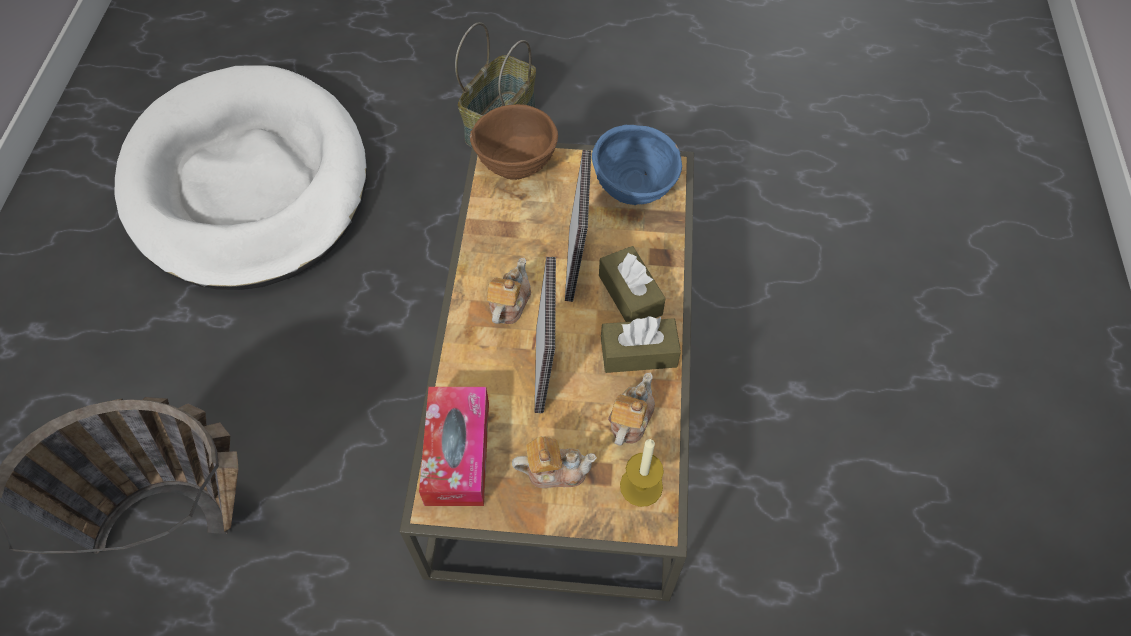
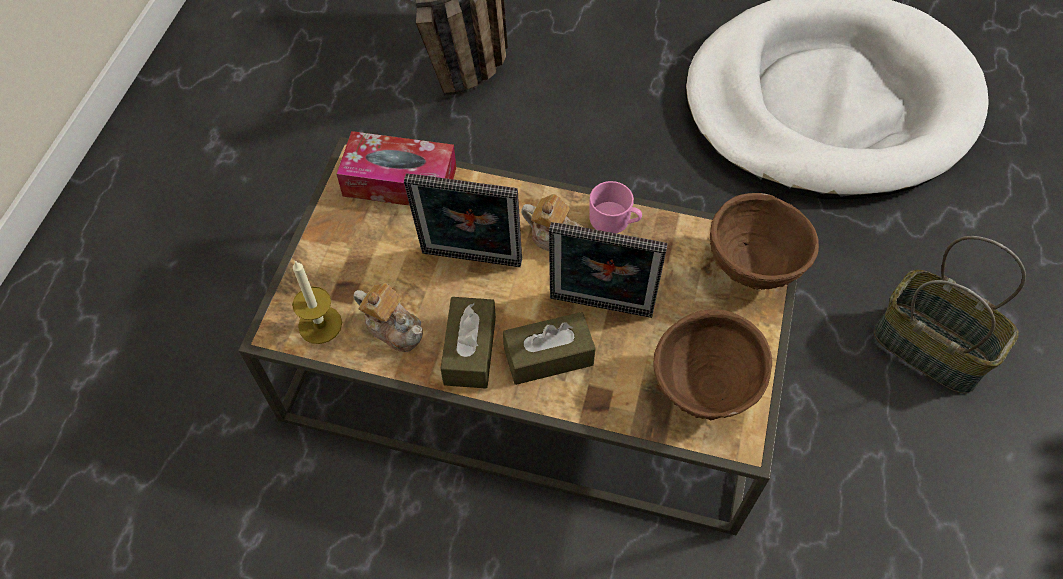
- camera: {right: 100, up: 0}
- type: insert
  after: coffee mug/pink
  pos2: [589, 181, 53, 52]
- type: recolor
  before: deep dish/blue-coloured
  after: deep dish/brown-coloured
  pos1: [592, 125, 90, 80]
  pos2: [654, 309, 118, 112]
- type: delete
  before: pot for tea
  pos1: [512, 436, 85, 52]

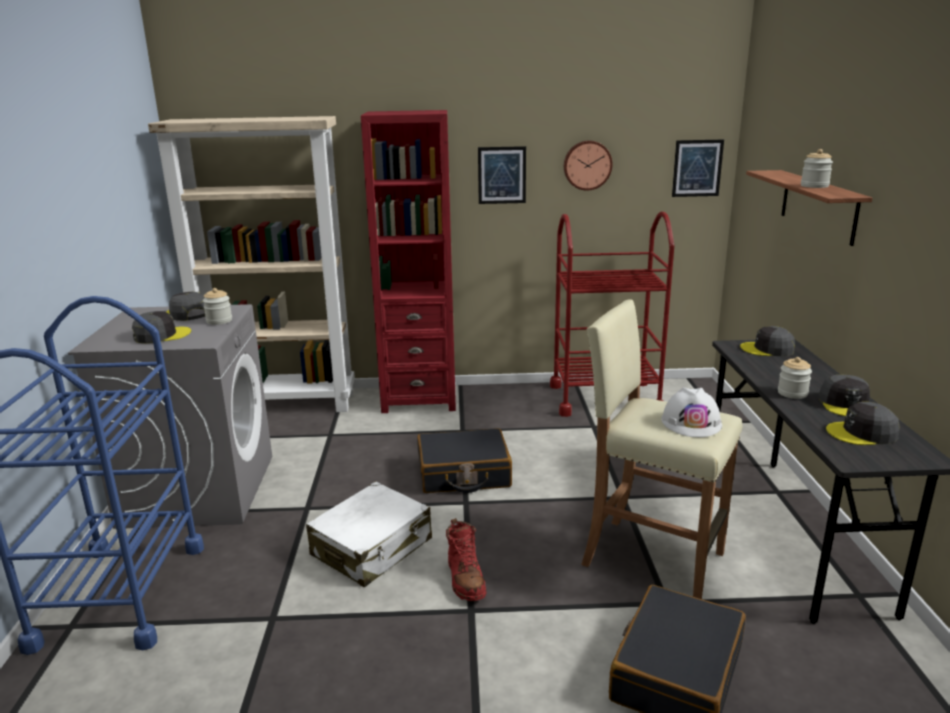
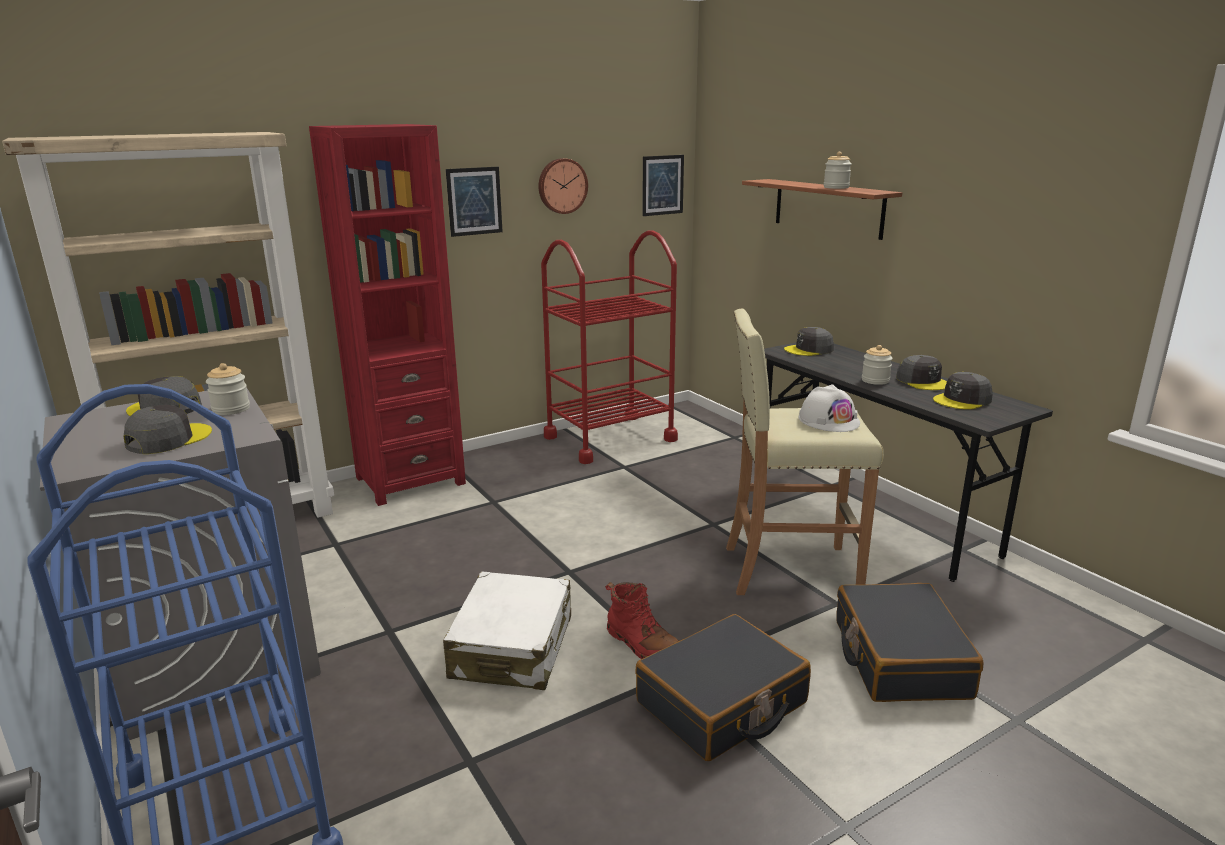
- camera: {right: -30, up: 0}
- type: move
  before: travel case/black
  pos1: [417, 428, 95, 65]
  pos2: [635, 614, 176, 147]

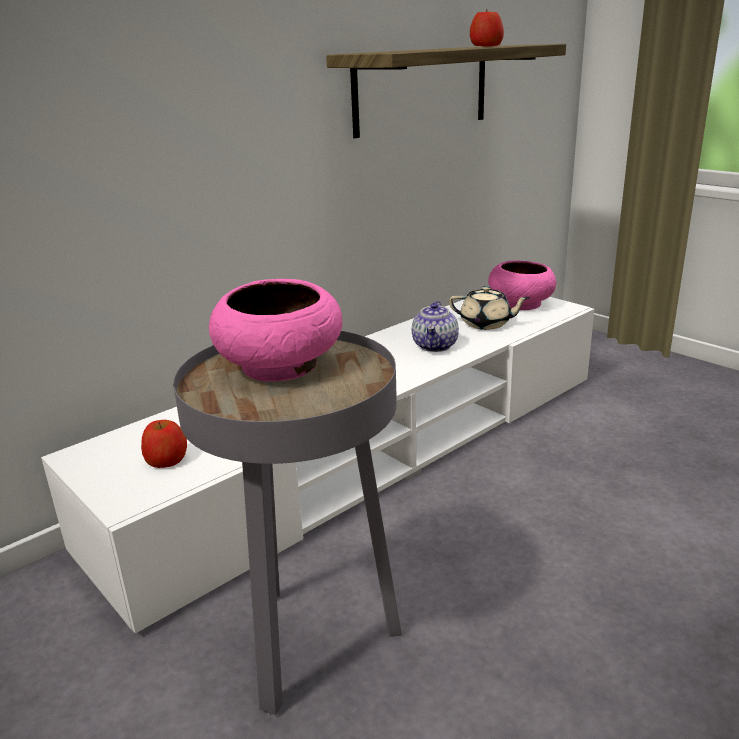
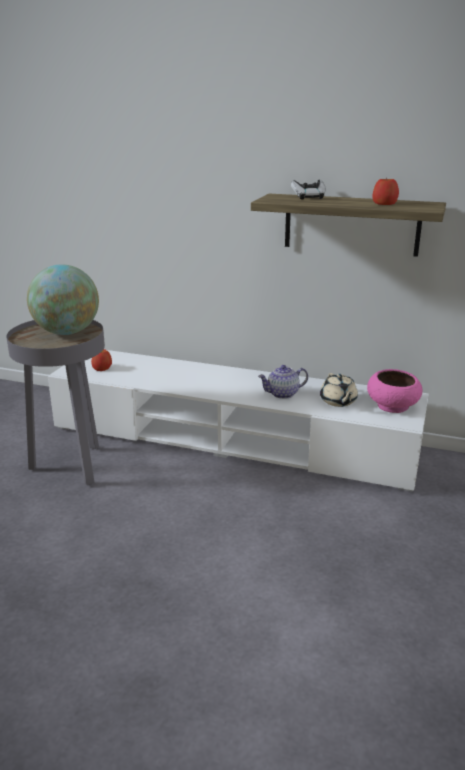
- camera: {right: 60, up: 0}
- type: replace
  before: deep dish/pink
  after: desk globe
  pos1: [209, 279, 133, 103]
  pos2: [27, 265, 72, 70]
- type: insert
  after: gamepad
  pos2: [291, 179, 34, 21]

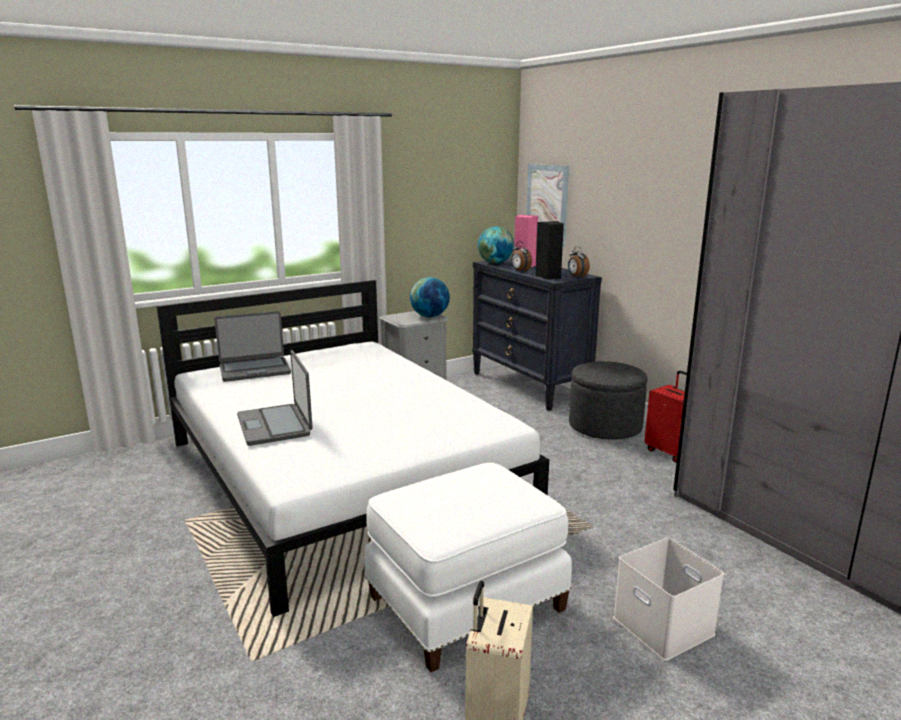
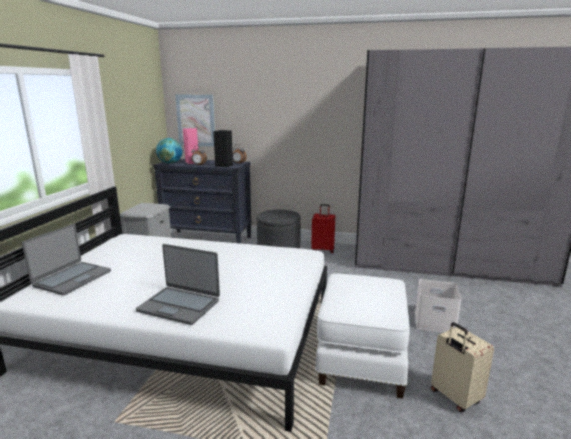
- camera: {right: -45, up: 0}
- type: delete
  before: desk globe
  pos1: [410, 277, 40, 40]

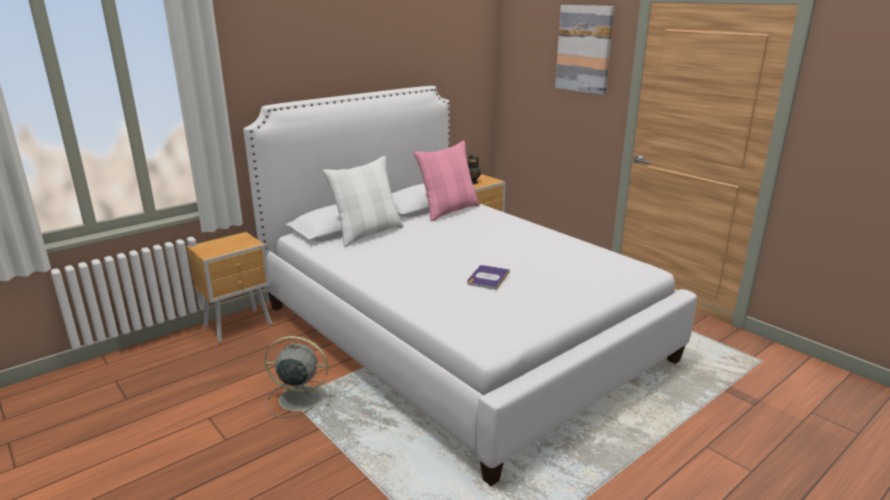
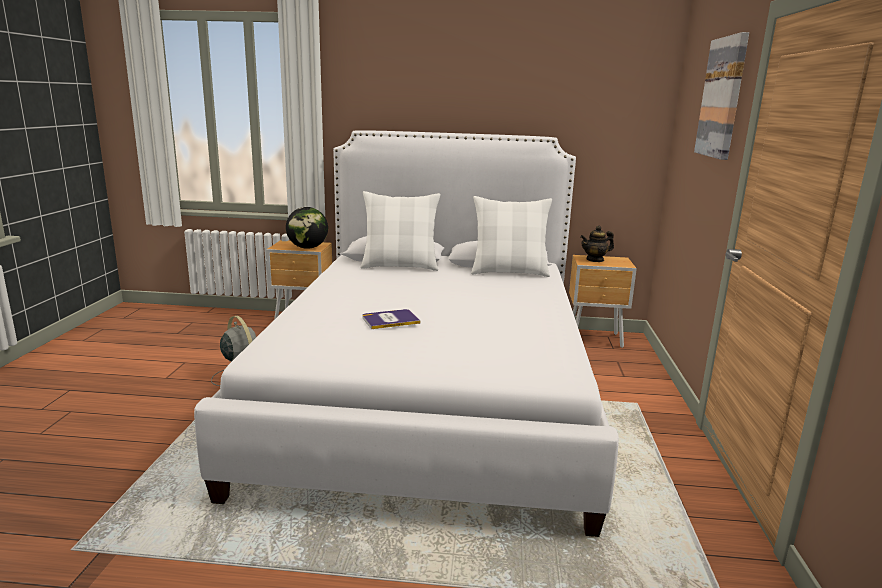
- camera: {right: 45, up: -5}
- type: insert
  after: desk globe
  pos2: [286, 207, 42, 42]
- type: recolor
  before: throw pillow/pink
  after: throw pillow/whitish
  pos1: [414, 141, 66, 81]
  pos2: [471, 196, 81, 81]

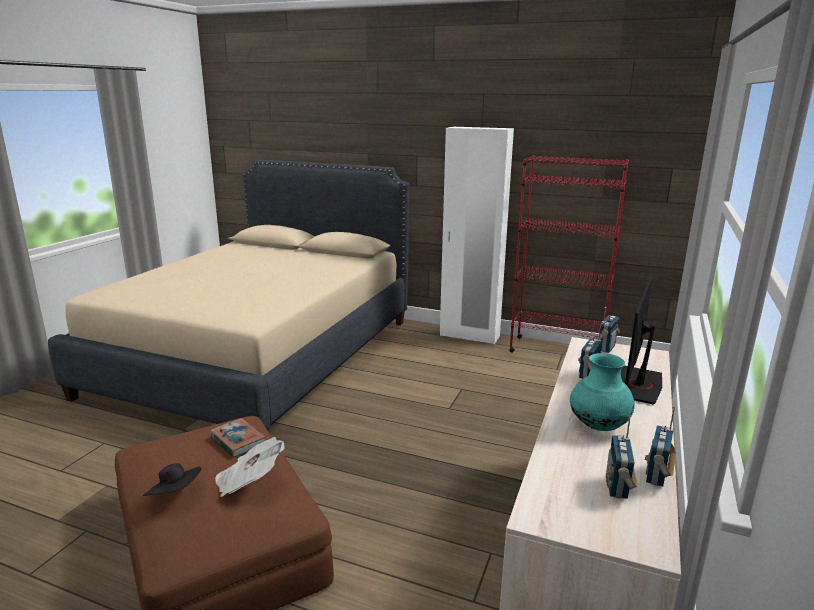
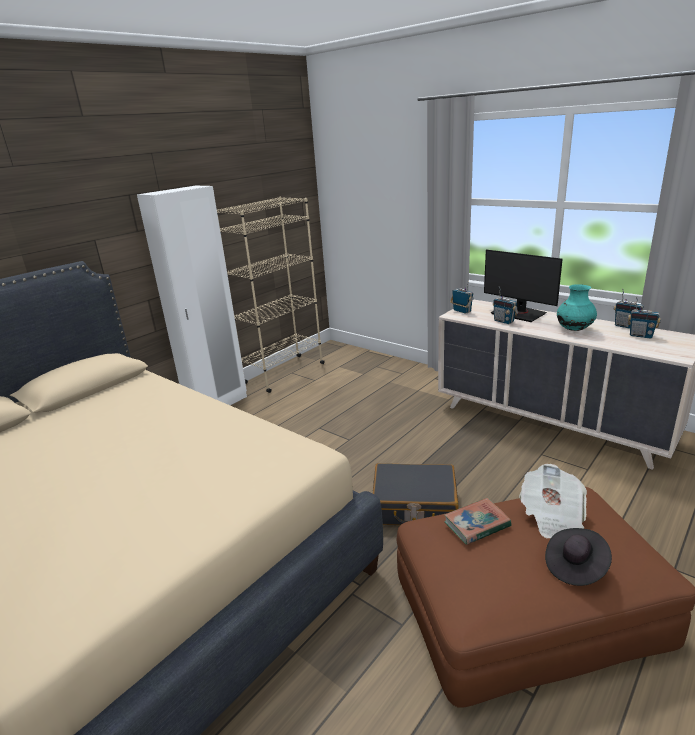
- camera: {right: -70, up: 5}
- type: recolor
  before: bookshelf/red-coloured
  after: bookshelf/sand-coloured
  pos1: [509, 155, 120, 198]
  pos2: [217, 197, 108, 196]
- type: insert
  after: travel case/black
  pos2: [373, 463, 85, 62]

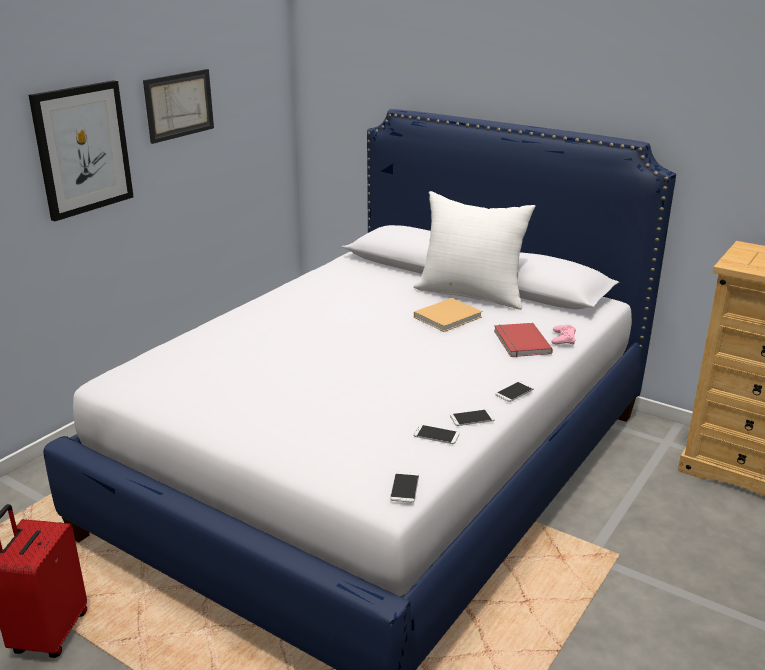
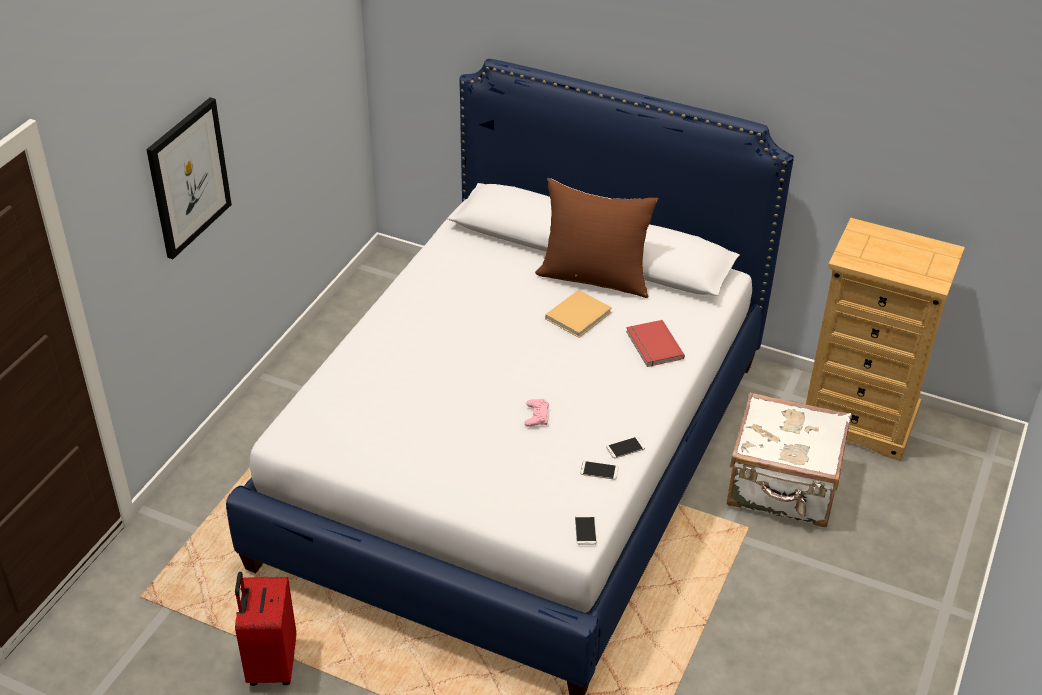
- camera: {right: -10, up: 15}
- type: move
  before: gamepad/pink
  pos1: [551, 325, 25, 20]
  pos2: [525, 399, 24, 28]
- type: recolor
  before: throw pillow/whitish
  after: throw pillow/brown-coloured
  pos1: [414, 191, 121, 119]
  pos2: [535, 178, 124, 120]
- type: insert
  after: travel case/whitish
  pos2: [727, 393, 124, 134]
- type: delete
  before: wall art
  pos1: [143, 69, 71, 75]
- type: delete
  before: phone
  pos1: [495, 381, 39, 21]

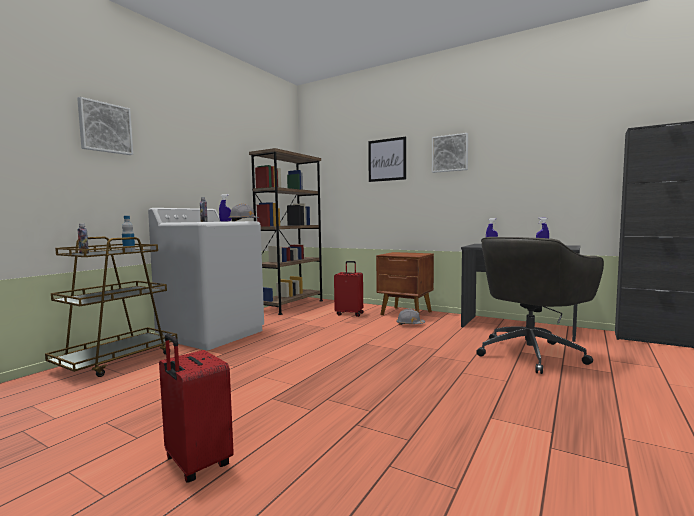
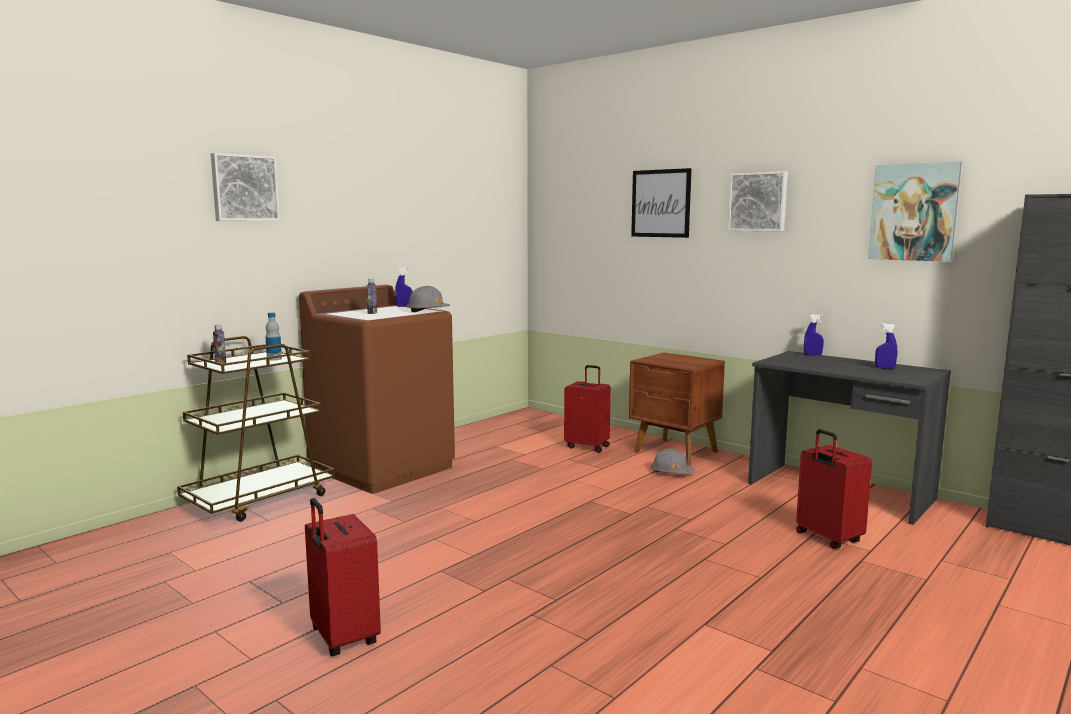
- camera: {right: 10, up: 5}
- type: recolor
  before: laundry machine/whitish
  after: laundry machine/brown-coloured
  pos1: [148, 208, 116, 142]
  pos2: [299, 285, 156, 209]
- type: replace
  before: computer chair/grey
  after: travel case/red-coloured
  pos1: [476, 237, 128, 137]
  pos2: [796, 429, 76, 120]
- type: insert
  after: wall art
  pos2: [868, 161, 94, 101]
- type: delete
  before: bookshelf/brown-coloured
  pos1: [249, 148, 74, 167]

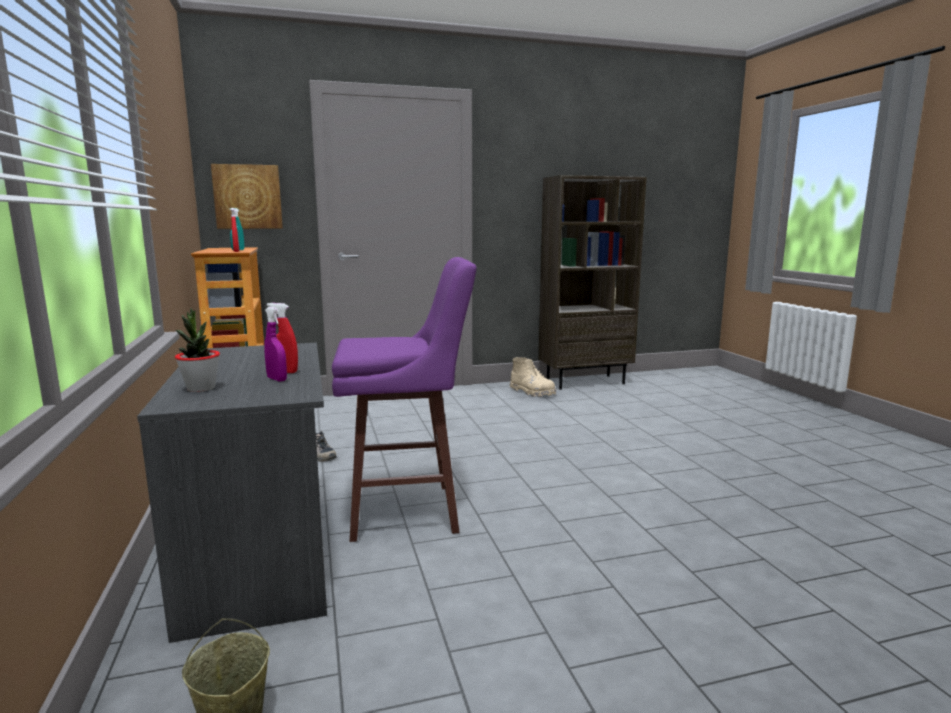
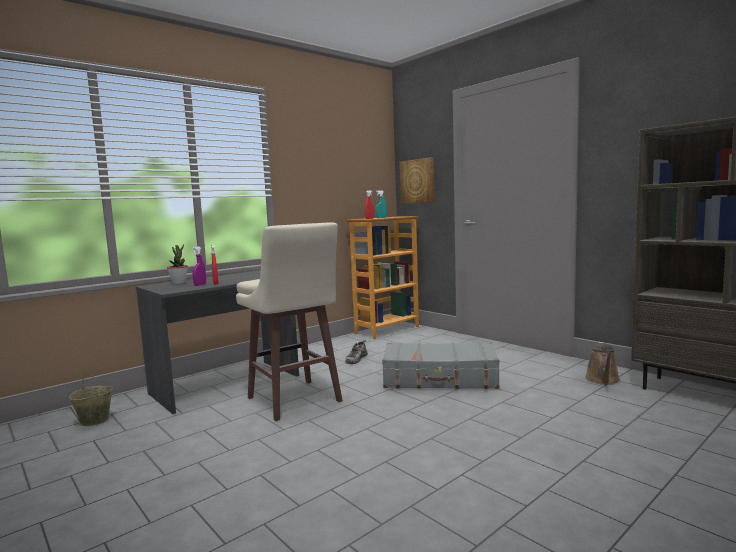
- camera: {right: 65, up: -5}
- type: recolor
  before: sitting stool/purplish
  after: sitting stool/sand-coloured
  pos1: [332, 257, 145, 285]
  pos2: [236, 222, 107, 199]
- type: insert
  after: travel case/grey
  pos2: [382, 342, 118, 47]
- type: replace
  before: boot/sand-coloured
  after: watering can/brown-coloured
  pos1: [509, 357, 47, 40]
  pos2: [585, 342, 35, 43]

